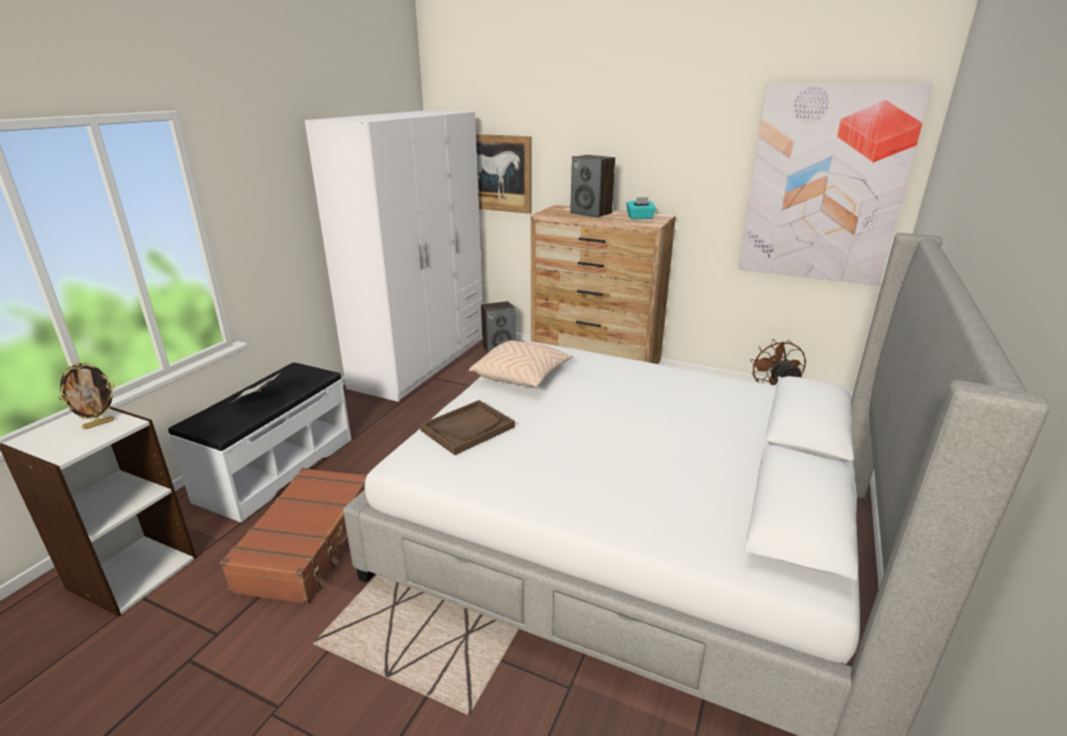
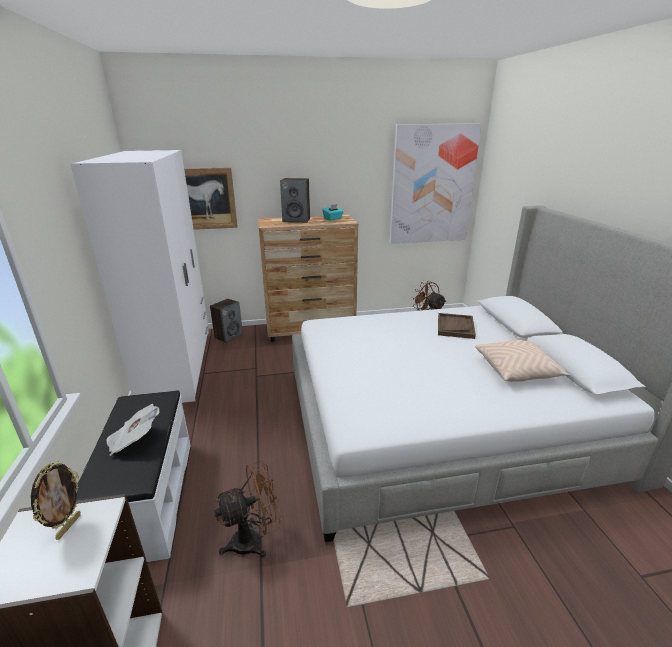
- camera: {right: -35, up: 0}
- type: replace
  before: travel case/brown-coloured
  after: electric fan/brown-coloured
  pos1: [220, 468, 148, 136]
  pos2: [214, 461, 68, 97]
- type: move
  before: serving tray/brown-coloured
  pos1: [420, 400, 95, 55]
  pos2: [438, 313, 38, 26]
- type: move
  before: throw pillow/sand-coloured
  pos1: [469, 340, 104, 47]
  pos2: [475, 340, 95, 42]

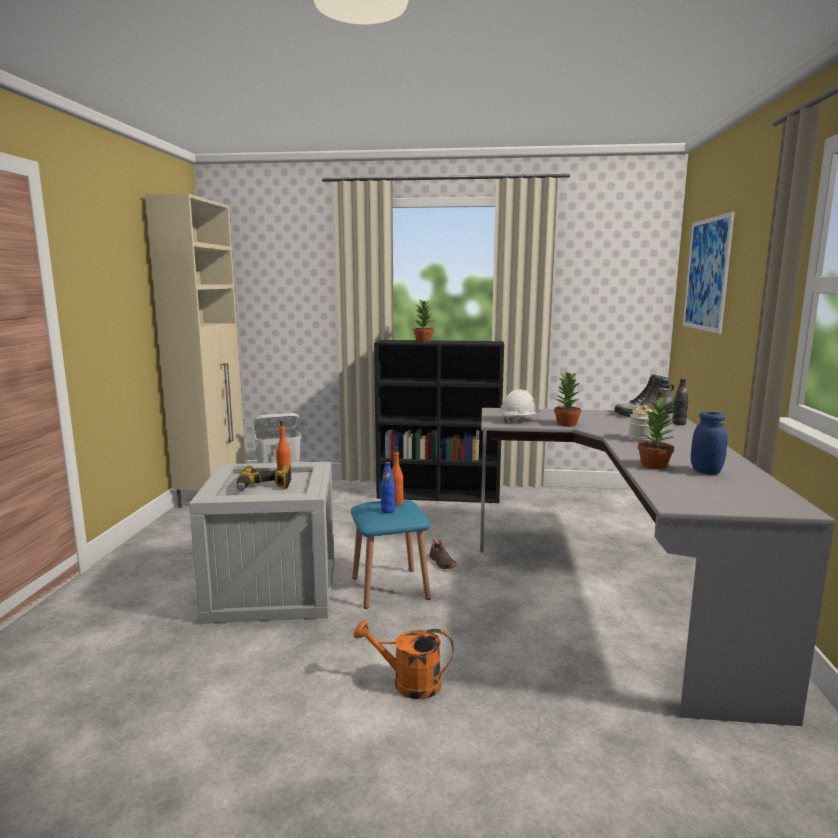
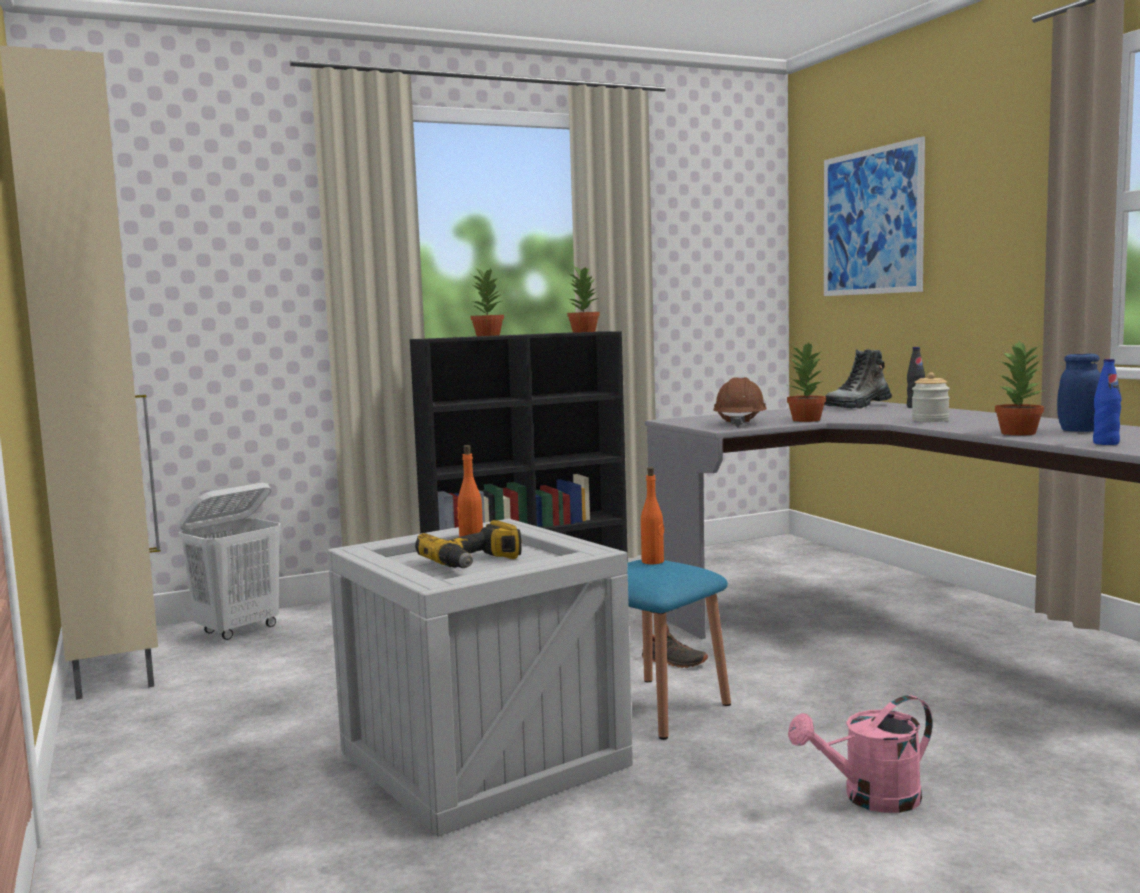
- camera: {right: -30, up: -5}
- type: insert
  after: potted plant
  pos2: [567, 266, 33, 67]
- type: recolor
  before: work helmet/whitish
  after: work helmet/brown-coloured
  pos1: [499, 390, 42, 34]
  pos2: [713, 377, 54, 51]
- type: recolor
  before: watering can/orange-coloured
  after: watering can/pink
  pos1: [354, 620, 100, 79]
  pos2: [788, 695, 145, 118]
- type: move
  before: bottle/blue-coloured
  pos1: [380, 462, 15, 51]
  pos2: [1093, 359, 28, 86]

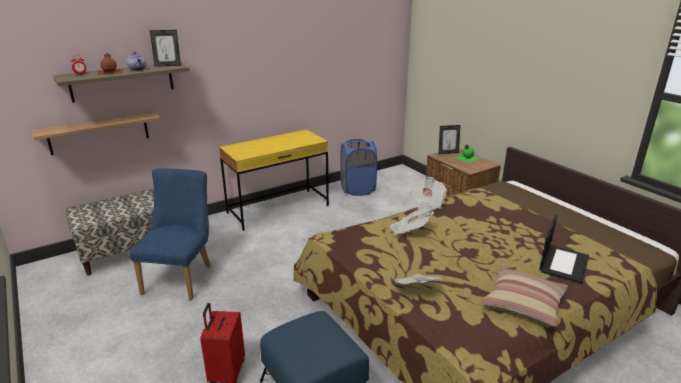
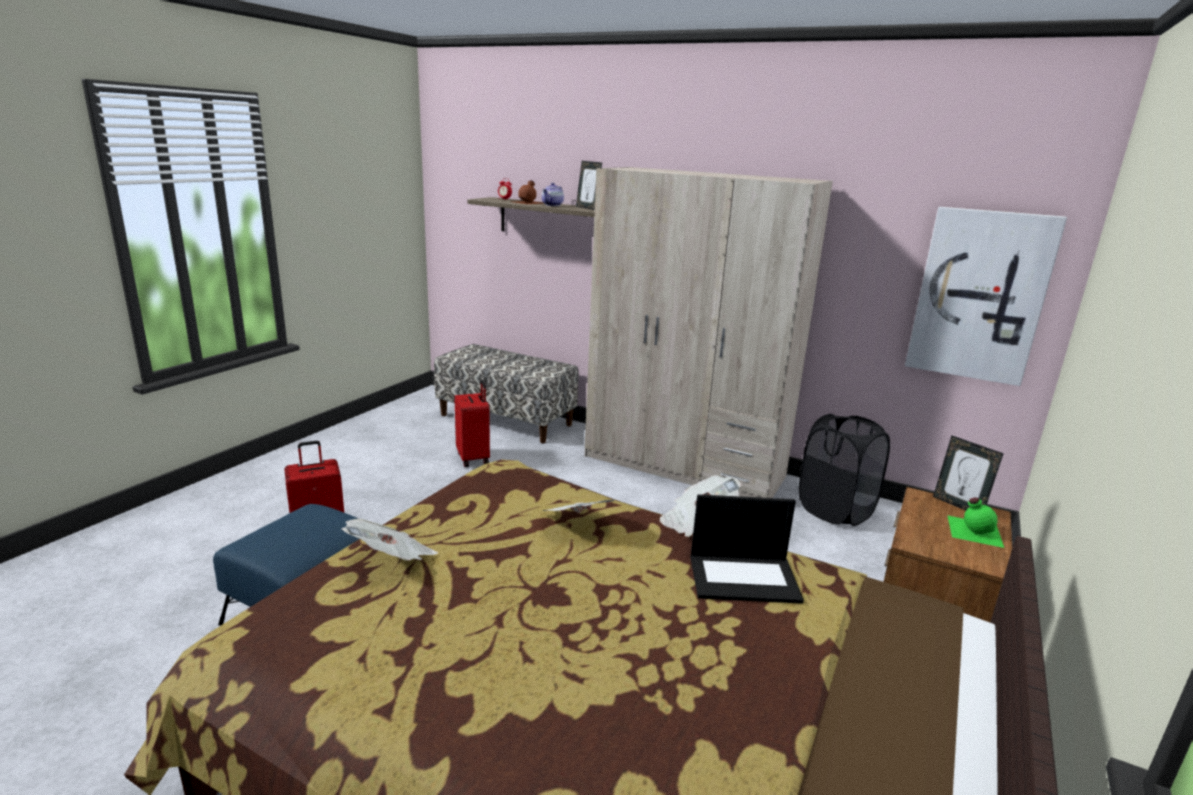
- camera: {right: 60, up: -5}
- type: replace
  before: upright chair/blue-coloured
  after: travel case/red-coloured
  pos1: [130, 168, 81, 132]
  pos2: [454, 380, 36, 87]
- type: replace
  before: desk unit/yellow-coloured
  after: wardrobe/sand-coloured
  pos1: [219, 129, 110, 102]
  pos2: [585, 167, 248, 331]
- type: move
  before: notebook computer
  pos1: [540, 214, 49, 70]
  pos2: [690, 494, 114, 110]
- type: recolor
  before: washing basket/blue-coloured
  after: washing basket/black
  pos1: [340, 139, 37, 57]
  pos2: [798, 414, 92, 112]
- type: insert
  after: wall art
  pos2: [905, 207, 162, 179]
- type: delete
  before: wall shelf
  pos1: [32, 112, 129, 43]
- type: delete
  before: throw pillow
  pos1: [482, 267, 86, 59]

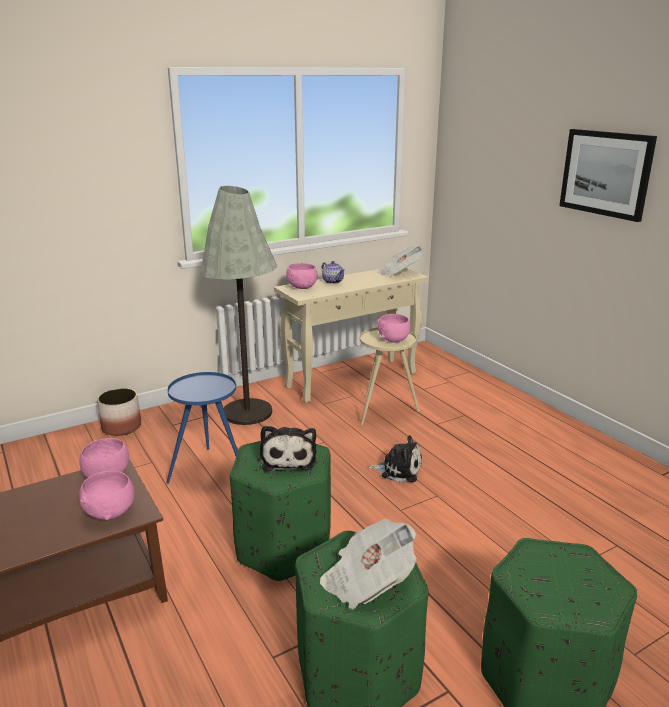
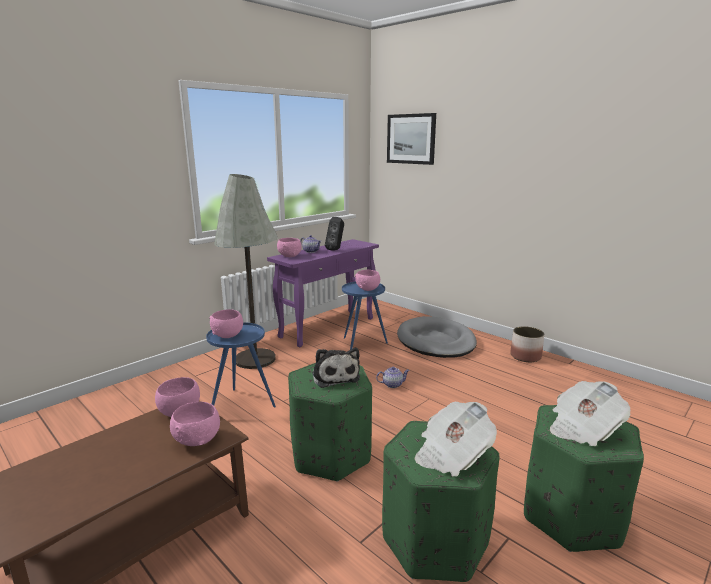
- camera: {right: -15, up: -5}
- type: insert
  after: deep dish/pink
  pos2: [209, 309, 34, 29]
- type: recolor
  before: console table/sand-coloured
  after: console table/purplish
  pos1: [274, 268, 154, 135]
  pos2: [267, 239, 112, 108]
- type: insert
  after: speaker/black
  pos2: [325, 217, 19, 34]
- type: recolor
  before: end table/sand-coloured
  after: end table/blue-coloured
  pos1: [360, 327, 59, 98]
  pos2: [342, 282, 46, 68]
- type: replace
  before: soft toy
  after: pot for tea
  pos1: [367, 435, 55, 48]
  pos2: [376, 367, 34, 21]
- type: move
  before: wall art
  pos1: [559, 129, 98, 93]
  pos2: [387, 113, 49, 52]
- type: insert
  after: dog bed/grey
  pos2: [397, 316, 80, 42]
- type: move
  before: flower pot
  pos1: [97, 388, 44, 48]
  pos2: [510, 326, 35, 36]
- type: move
  before: printed paper
  pos1: [377, 246, 46, 30]
  pos2: [550, 381, 81, 65]

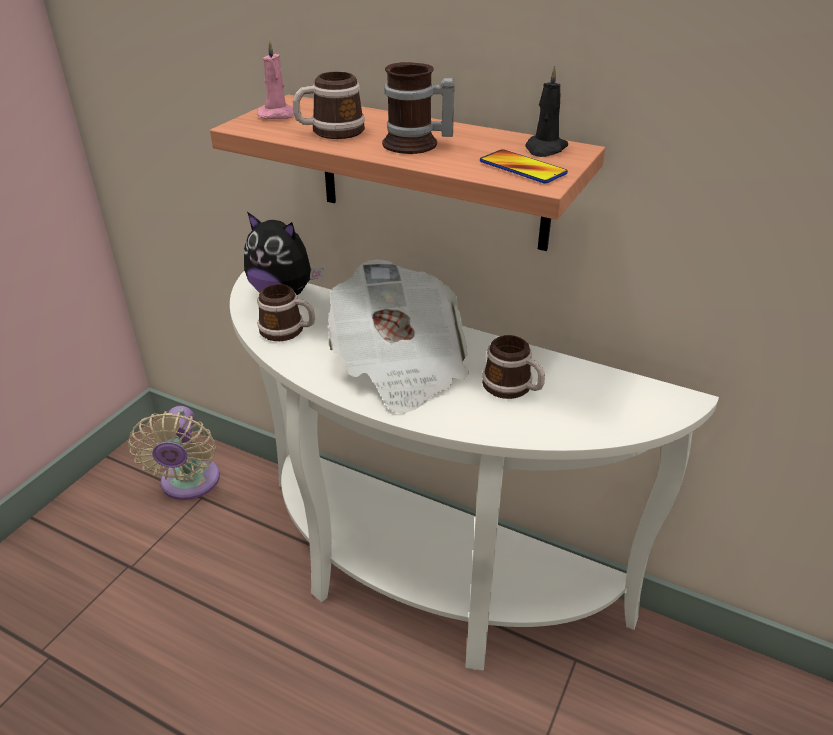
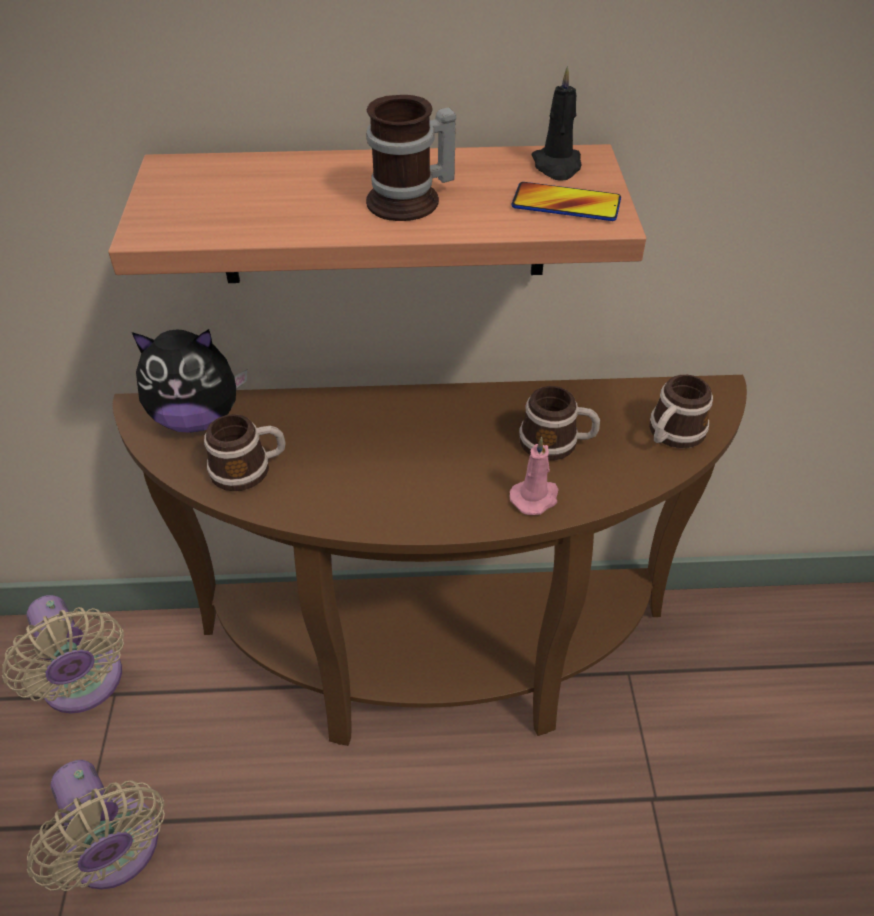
- camera: {right: -30, up: 10}
- type: insert
  after: electric fan/sand-coloured
  pos2: [27, 760, 138, 131]
- type: recolor
  before: console table/whitish
  after: console table/brown-coloured
  pos1: [230, 271, 489, 399]
  pos2: [112, 375, 635, 371]
- type: move
  before: wax light/pink
  pos1: [257, 40, 45, 79]
  pos2: [510, 437, 49, 78]
- type: move
  before: coffee mug
  pos1: [293, 71, 72, 68]
  pos2: [649, 375, 64, 73]
- type: delete
  before: printed paper
  pos1: [327, 259, 142, 155]

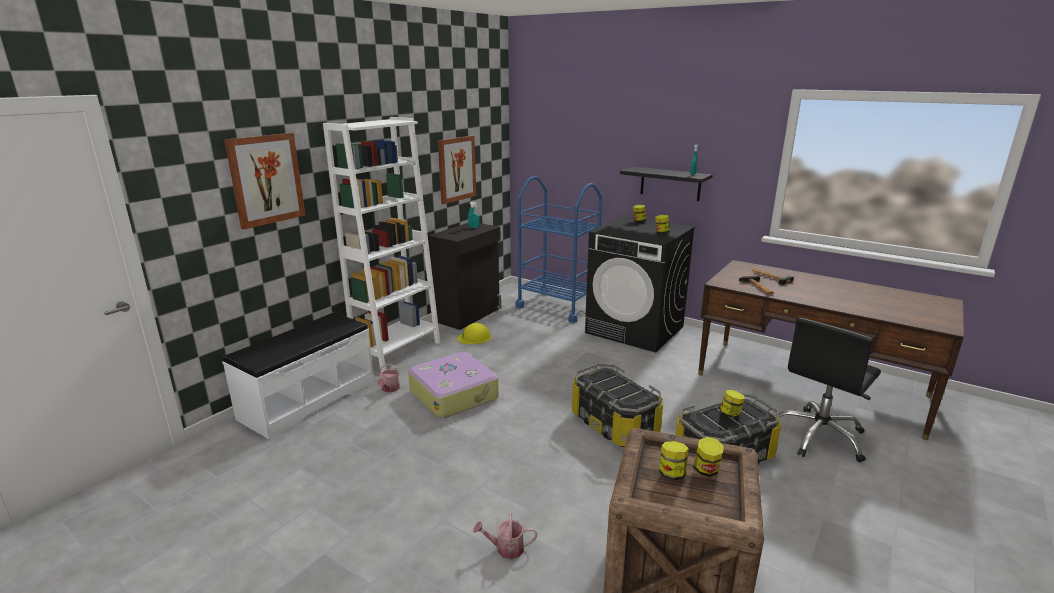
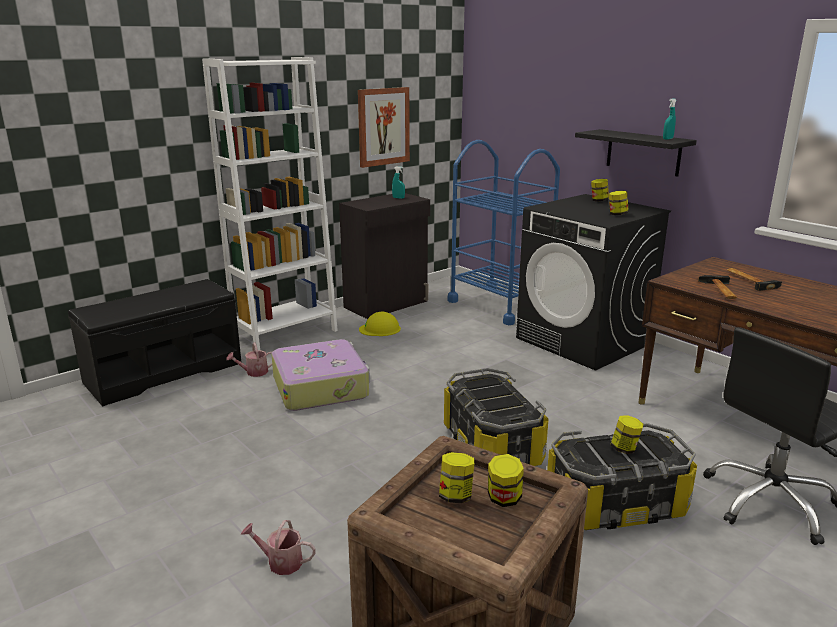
- camera: {right: 15, up: 0}
- type: recolor
  before: long seat/whitish
  after: long seat/black
  pos1: [222, 313, 152, 126]
  pos2: [68, 279, 173, 128]
- type: rotate
  before: watering can
  pos1: [377, 364, 23, 28]
  pos2: [226, 342, 46, 35]
  turn: 45
- type: delete
  before: wall art
  pos1: [224, 133, 82, 96]

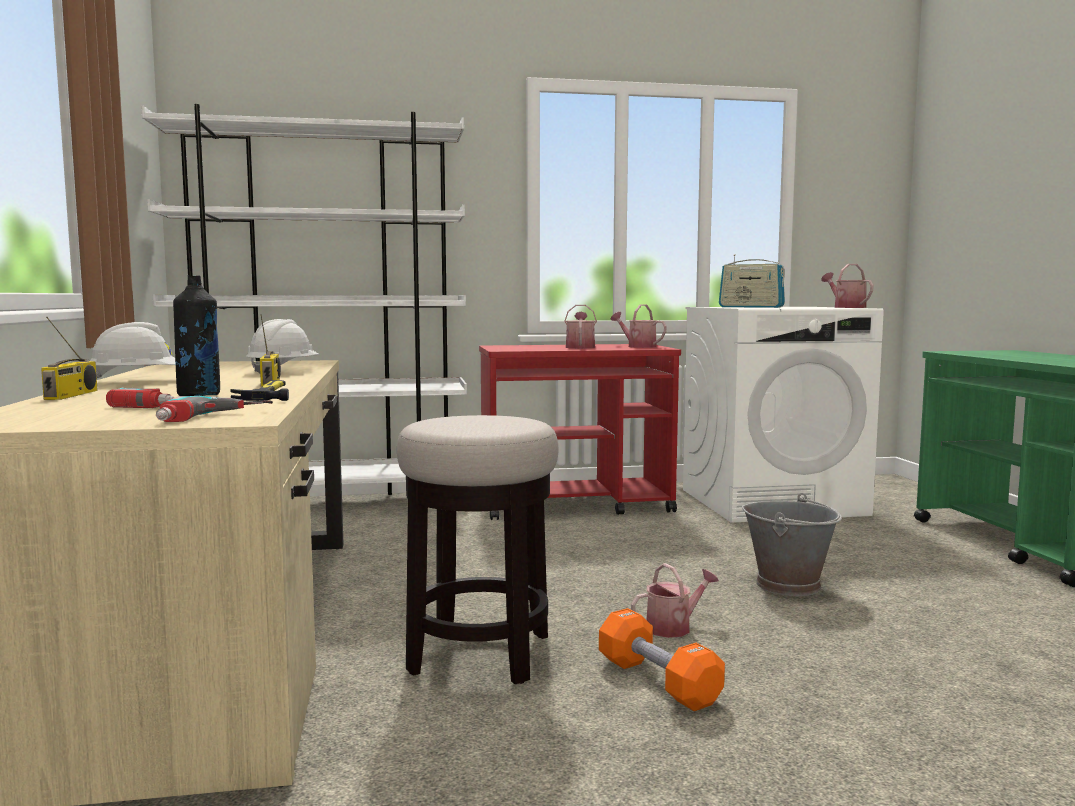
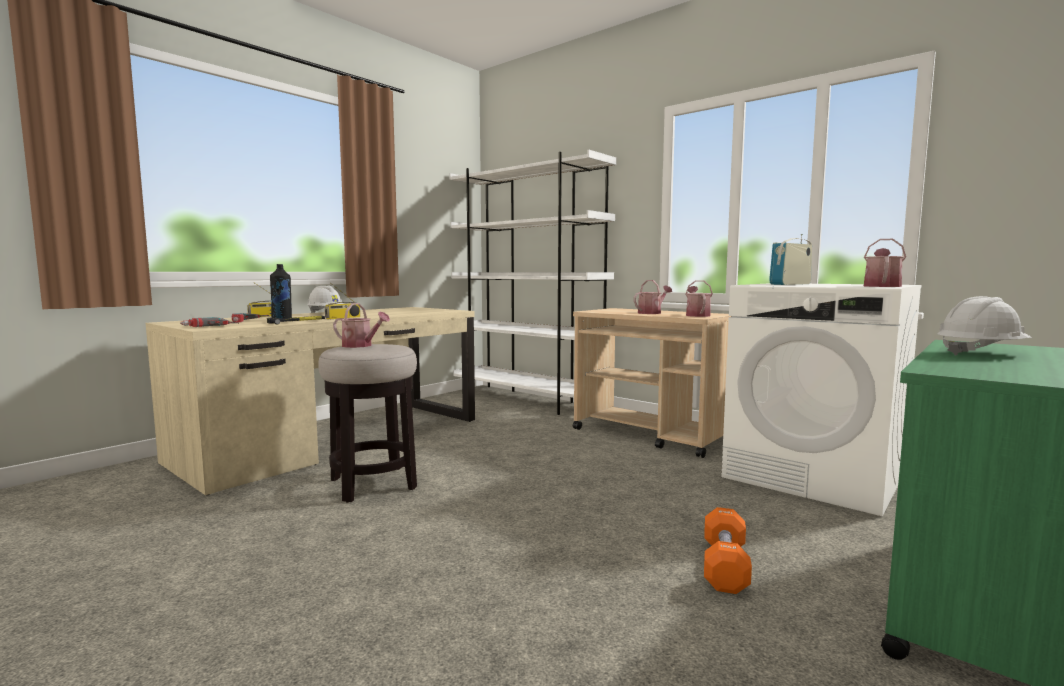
- camera: {right: 50, up: 0}
- type: move
  before: watering can
  pos1: [631, 563, 88, 75]
  pos2: [333, 303, 57, 45]
- type: recolor
  before: cart/red-coloured
  after: cart/sand-coloured
  pos1: [479, 344, 202, 176]
  pos2: [573, 308, 158, 150]
- type: move
  before: dumbbell/orange-coloured
  pos1: [599, 608, 126, 103]
  pos2: [704, 507, 48, 87]
- type: rotate
  before: radio receiver
  pos1: [719, 254, 66, 54]
  pos2: [769, 234, 43, 51]
  turn: 60
- type: move
  before: work helmet/whitish
  pos1: [246, 319, 74, 54]
  pos2: [937, 296, 95, 60]
- type: delete
  before: pail/grey
  pos1: [742, 493, 100, 103]

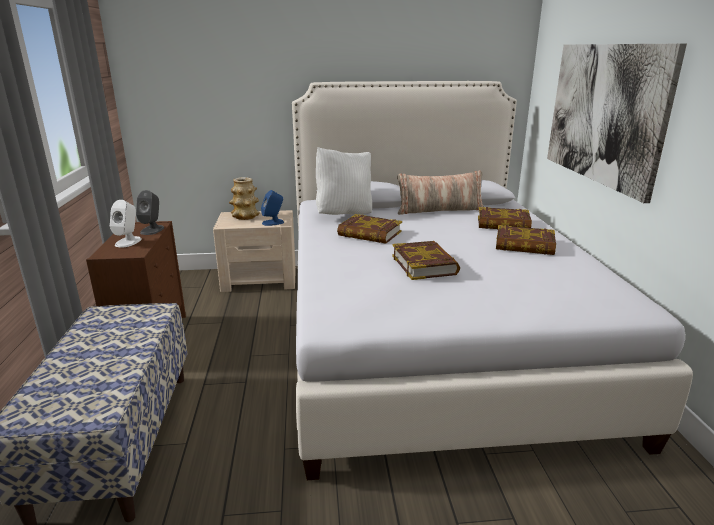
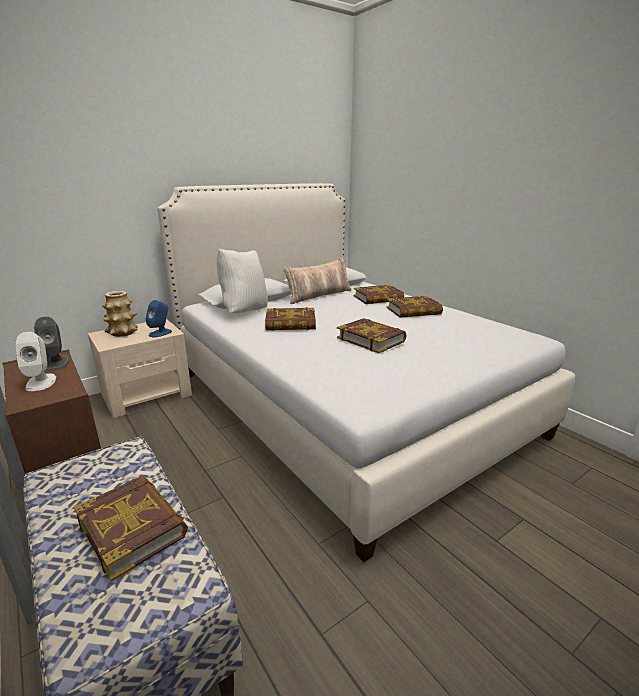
- camera: {right: -30, up: 0}
- type: insert
  after: volume
  pos2: [74, 476, 114, 106]
- type: delete
  before: wall art
  pos1: [547, 44, 140, 159]

